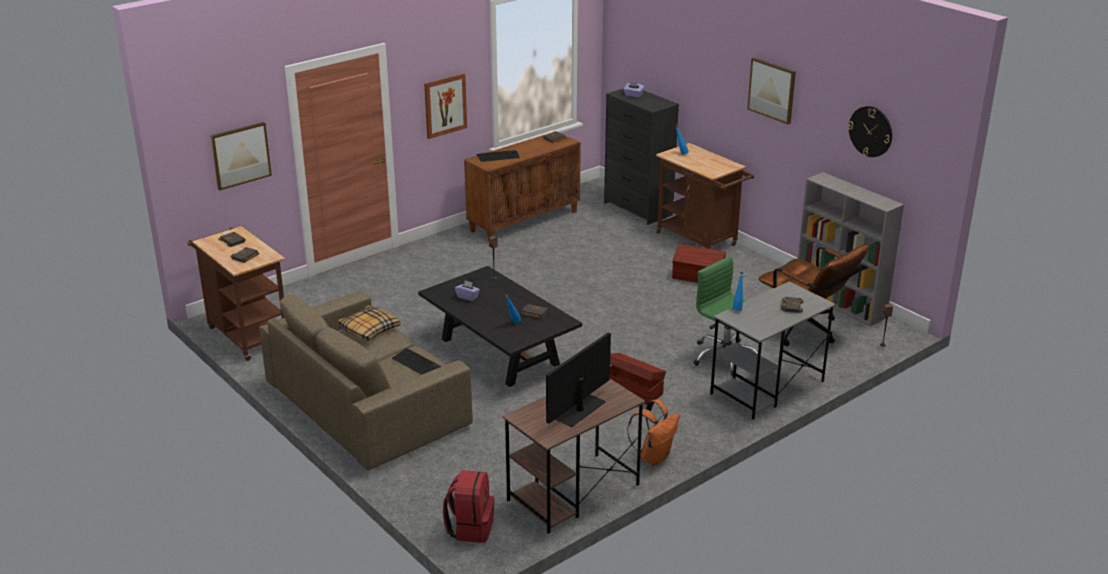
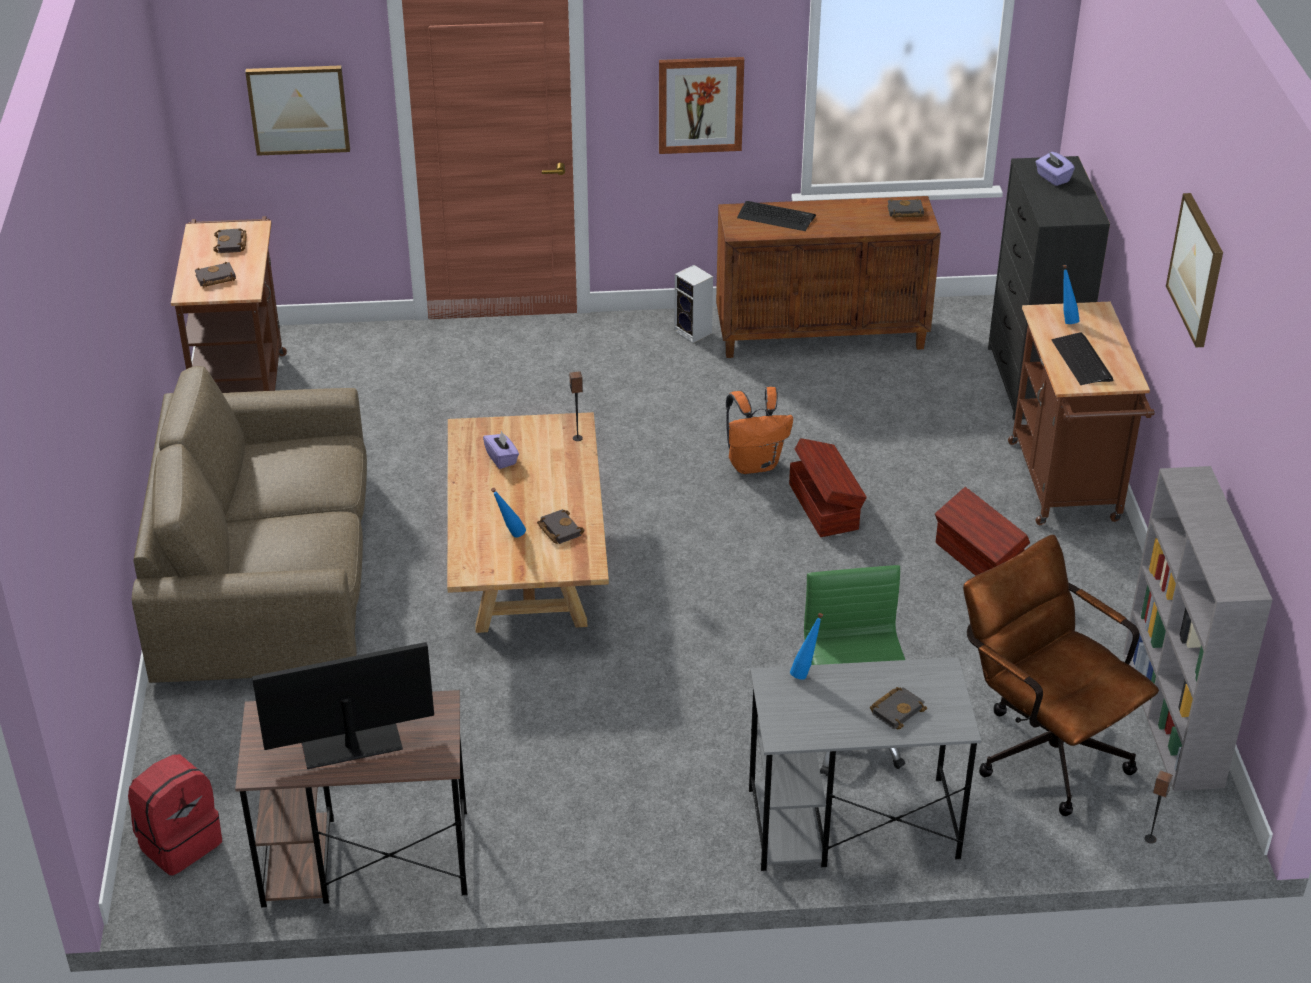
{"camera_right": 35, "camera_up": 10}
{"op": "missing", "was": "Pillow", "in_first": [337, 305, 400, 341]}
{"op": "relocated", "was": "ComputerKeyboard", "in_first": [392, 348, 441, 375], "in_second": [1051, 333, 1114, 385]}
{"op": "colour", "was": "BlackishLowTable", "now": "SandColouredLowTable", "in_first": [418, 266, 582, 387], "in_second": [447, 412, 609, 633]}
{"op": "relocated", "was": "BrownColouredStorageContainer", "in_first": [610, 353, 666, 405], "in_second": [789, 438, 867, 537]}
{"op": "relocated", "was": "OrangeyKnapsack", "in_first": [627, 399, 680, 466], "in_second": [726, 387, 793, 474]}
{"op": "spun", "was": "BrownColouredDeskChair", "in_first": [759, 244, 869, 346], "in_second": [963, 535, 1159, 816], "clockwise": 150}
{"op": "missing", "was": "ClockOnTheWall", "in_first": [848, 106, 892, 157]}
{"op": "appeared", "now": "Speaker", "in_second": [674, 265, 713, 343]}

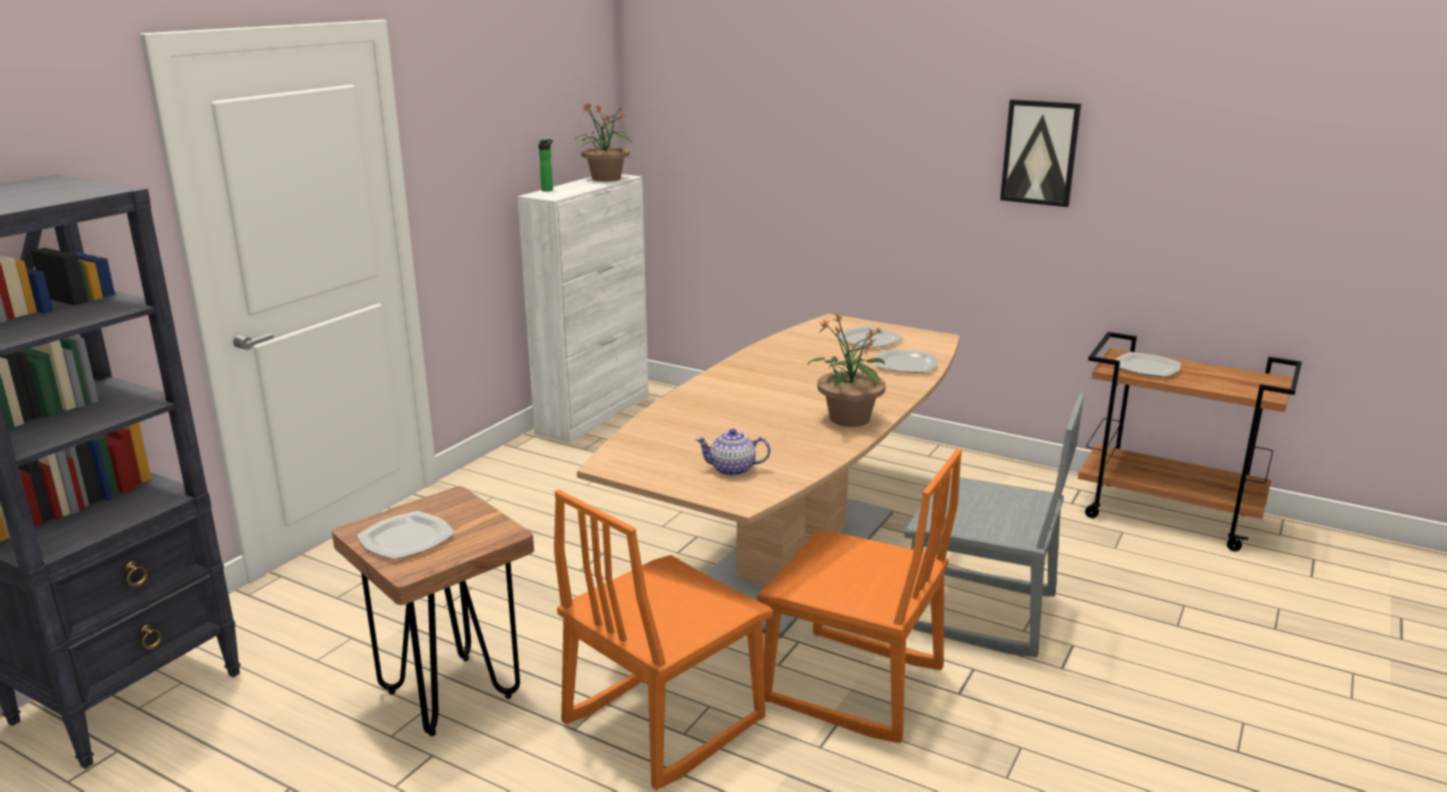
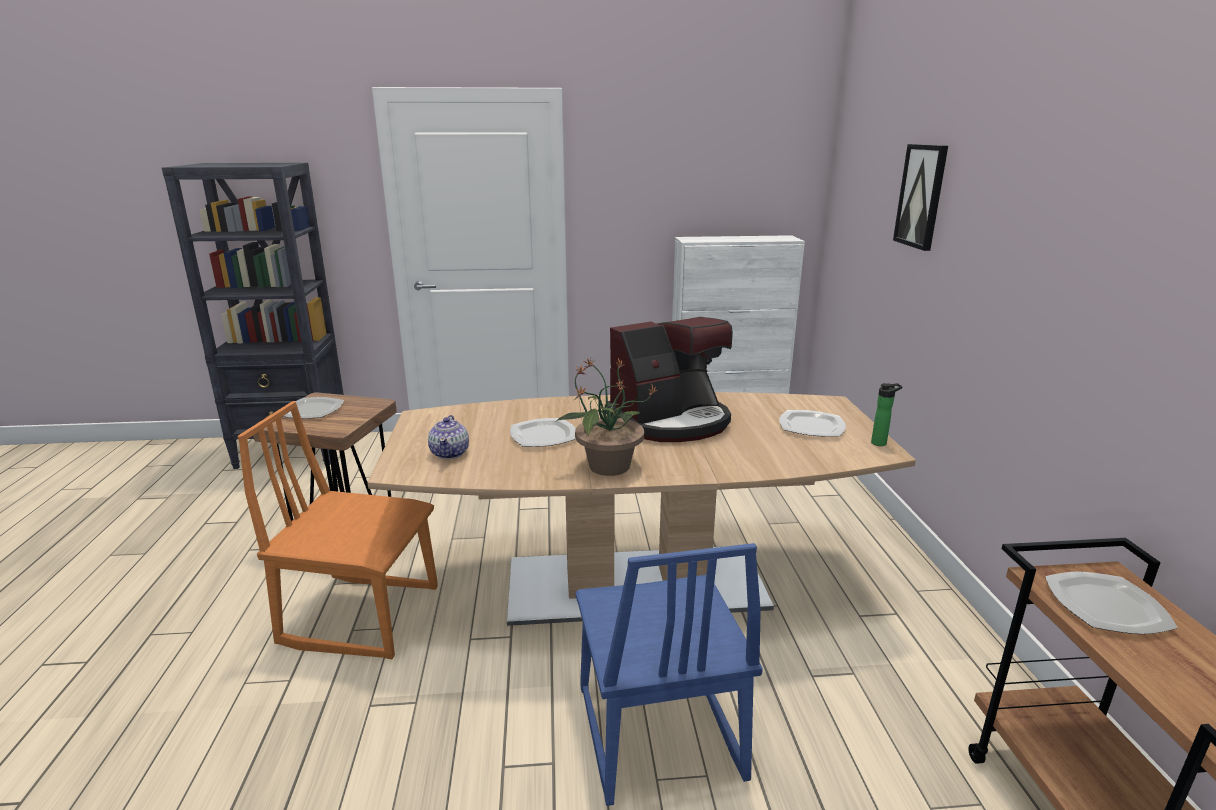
{"camera_right": 55, "camera_up": 0}
{"op": "relocated", "was": "DrinkBottle", "in_first": [538, 139, 553, 191], "in_second": [871, 383, 903, 446]}
{"op": "missing", "was": "Houseplant", "in_first": [575, 103, 632, 181]}
{"op": "spun", "was": "TeaPot", "in_first": [695, 429, 770, 476], "in_second": [428, 415, 469, 459], "clockwise": -150}
{"op": "missing", "was": "OrangeyChair", "in_first": [757, 449, 962, 743]}
{"op": "relocated", "was": "Plate", "in_first": [875, 350, 938, 373], "in_second": [510, 418, 576, 447]}
{"op": "colour", "was": "GrayChair", "now": "BlueColouredChair", "in_first": [904, 394, 1084, 657], "in_second": [575, 543, 763, 806]}
{"op": "relocated", "was": "Picture", "in_first": [1000, 99, 1081, 207], "in_second": [893, 144, 948, 251]}
{"op": "appeared", "now": "CoffeeBrewer", "in_second": [605, 317, 733, 442]}

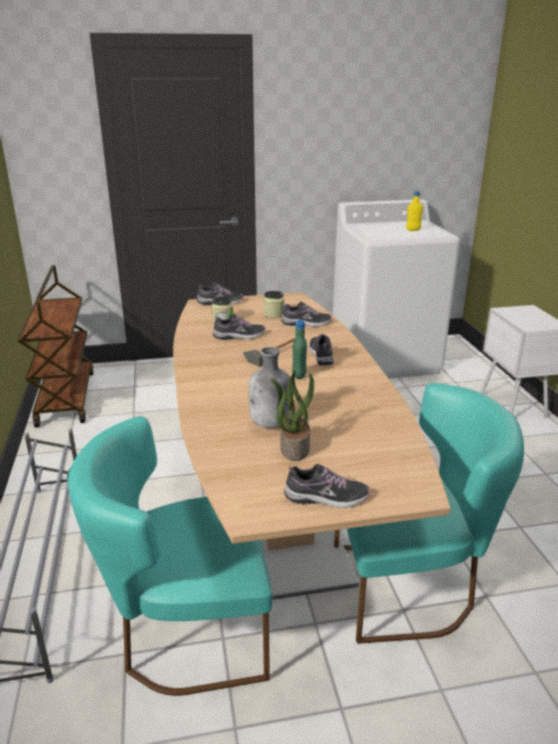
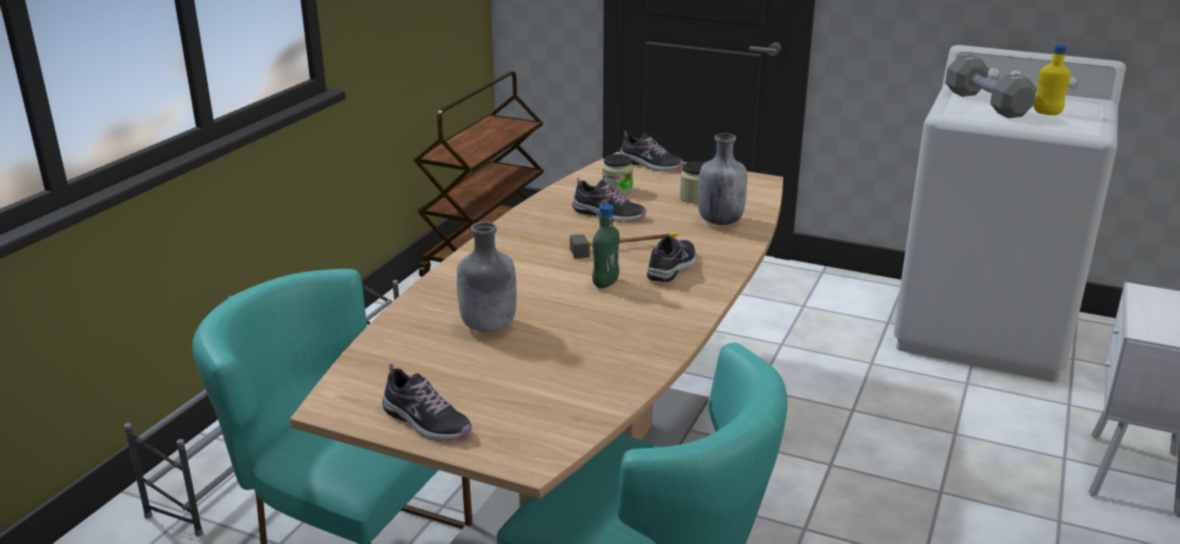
{"camera_right": 35, "camera_up": 0}
{"op": "missing", "was": "Houseplant", "in_first": [271, 370, 314, 461]}
{"op": "exchanged", "was": "ItemOfFootwear", "now": "GrayDrinkBottle", "in_first": [281, 301, 332, 327], "in_second": [698, 133, 747, 225]}
{"op": "appeared", "now": "GrayDumbbell", "in_second": [945, 55, 1037, 118]}

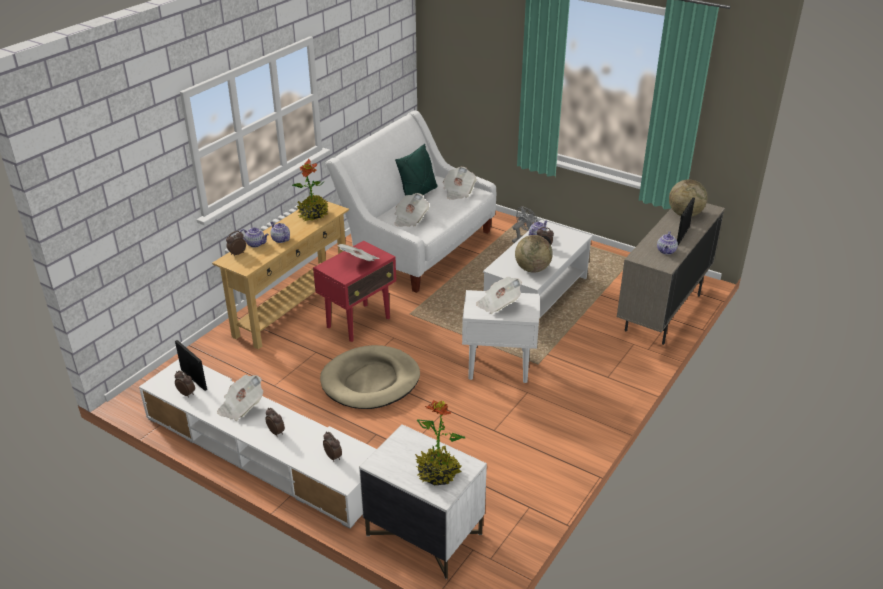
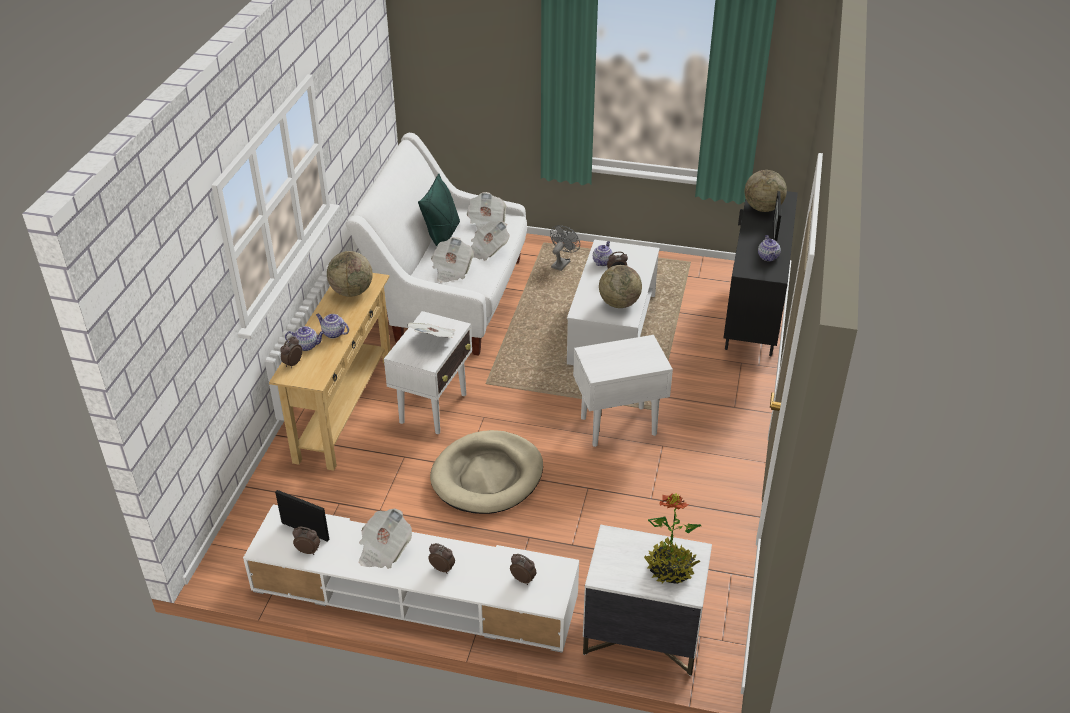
{"camera_right": -20, "camera_up": 5}
{"op": "exchanged", "was": "Houseplant", "now": "DeskGlobe", "in_first": [292, 159, 328, 221], "in_second": [327, 251, 373, 297]}
{"op": "colour", "was": "RedAccentTable", "now": "WhiteAccentTable", "in_first": [313, 241, 396, 342], "in_second": [384, 311, 472, 434]}
{"op": "relocated", "was": "Newspaper", "in_first": [476, 277, 522, 314], "in_second": [471, 221, 510, 261]}
{"op": "colour", "was": "SandColouredStorageCabinet", "now": "BlackishStorageCabinet", "in_first": [617, 203, 725, 345], "in_second": [724, 191, 798, 356]}

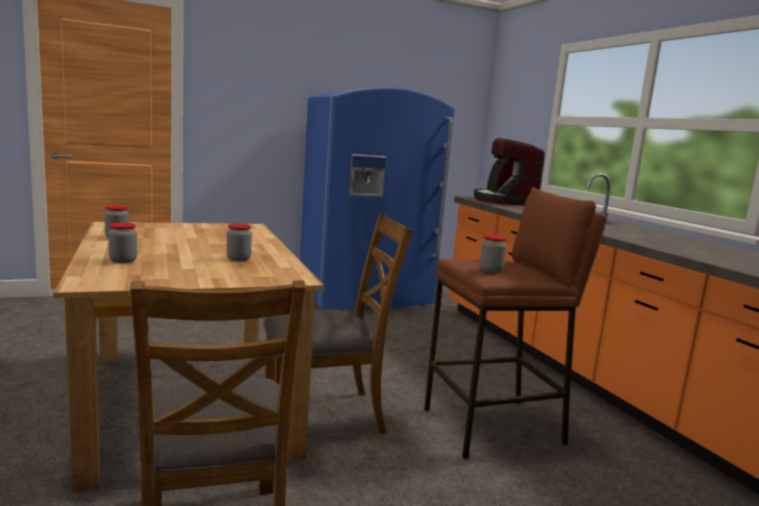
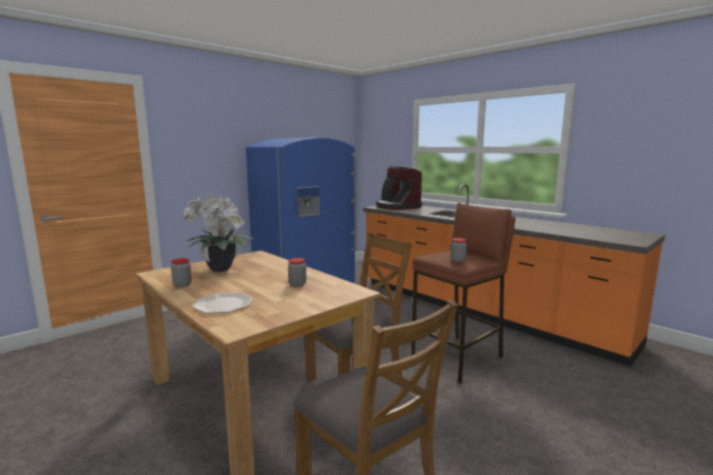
{"camera_right": -20, "camera_up": 0}
{"op": "exchanged", "was": "PreserveJar", "now": "Plate", "in_first": [108, 222, 137, 263], "in_second": [193, 292, 253, 314]}
{"op": "appeared", "now": "Houseplant", "in_second": [183, 193, 254, 272]}

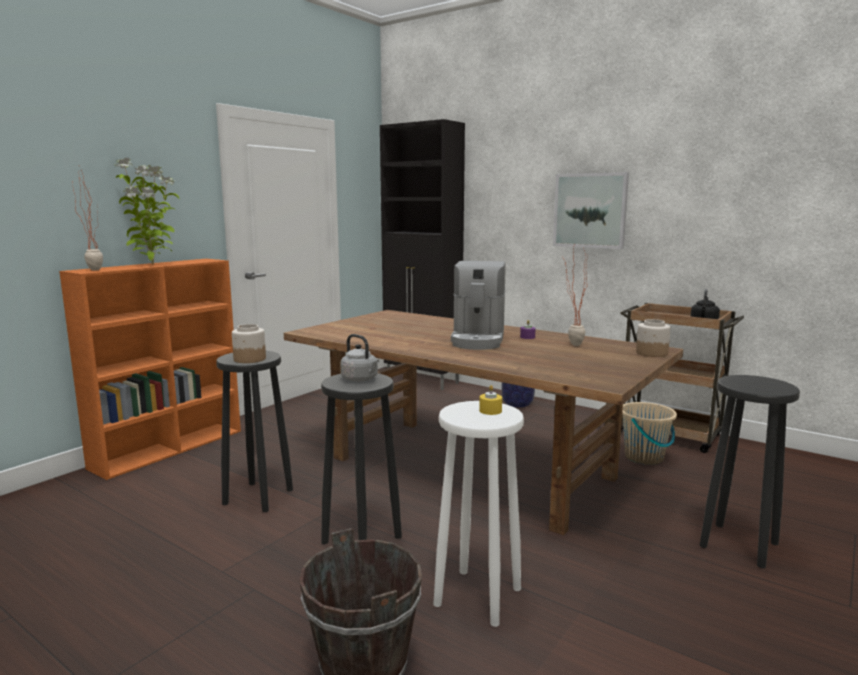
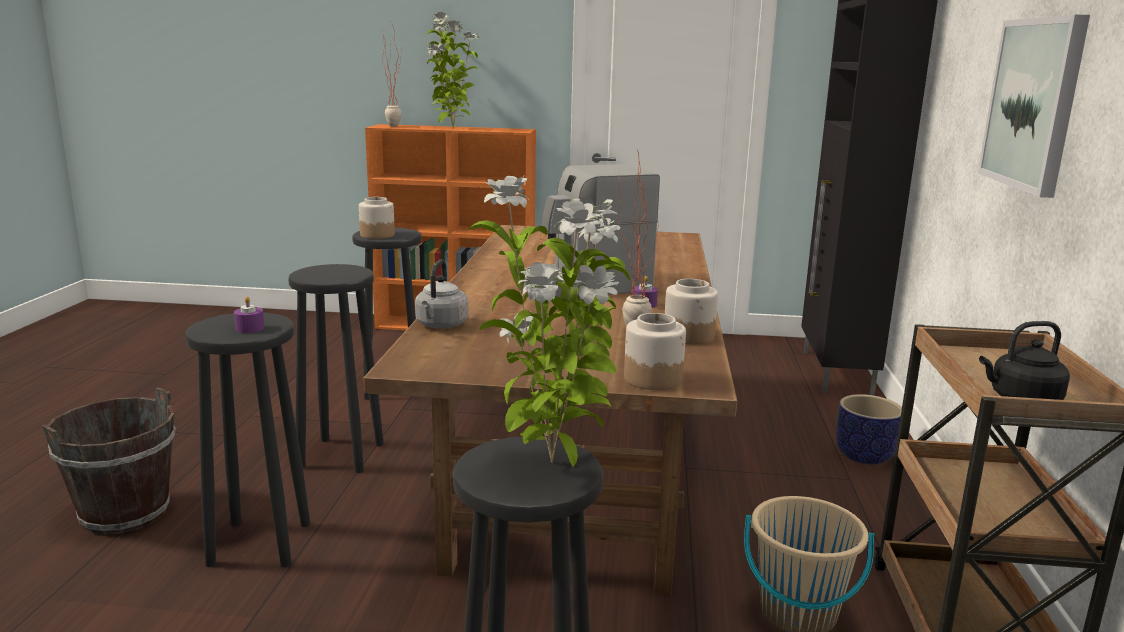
{"camera_right": 60, "camera_up": 5}
{"op": "relocated", "was": "GrayWaterKettle", "in_first": [340, 334, 379, 382], "in_second": [415, 260, 468, 328]}
{"op": "colour", "was": "WhiteStoolSeat", "now": "BlackishStoolSeat", "in_first": [434, 401, 524, 627], "in_second": [185, 312, 310, 567]}
{"op": "colour", "was": "YellowColouredWaxLight", "now": "PurplishWaxLight", "in_first": [479, 385, 502, 415], "in_second": [234, 297, 265, 333]}
{"op": "appeared", "now": "Houseplant", "in_second": [468, 176, 630, 467]}
{"op": "appeared", "now": "PreserveJar", "in_second": [665, 279, 718, 344]}

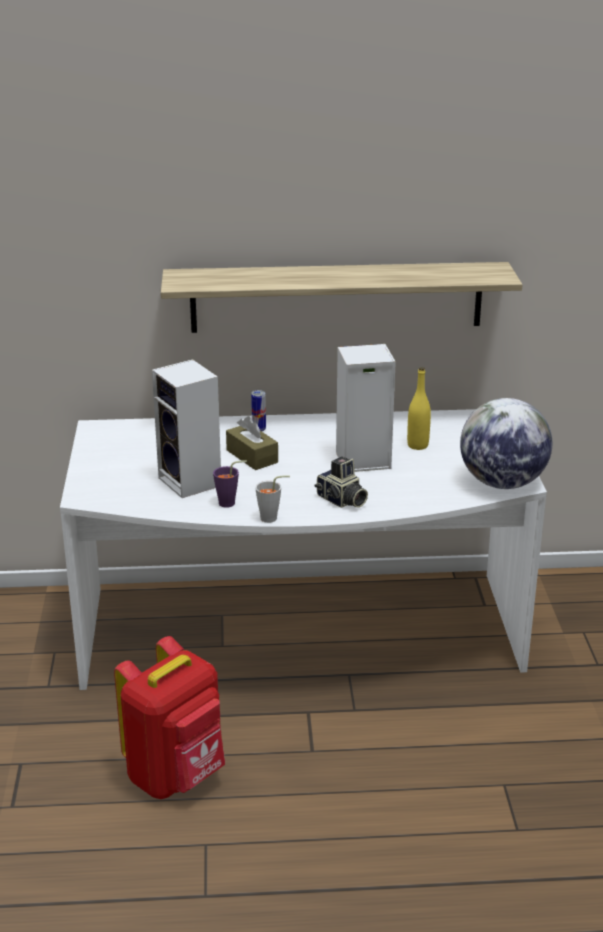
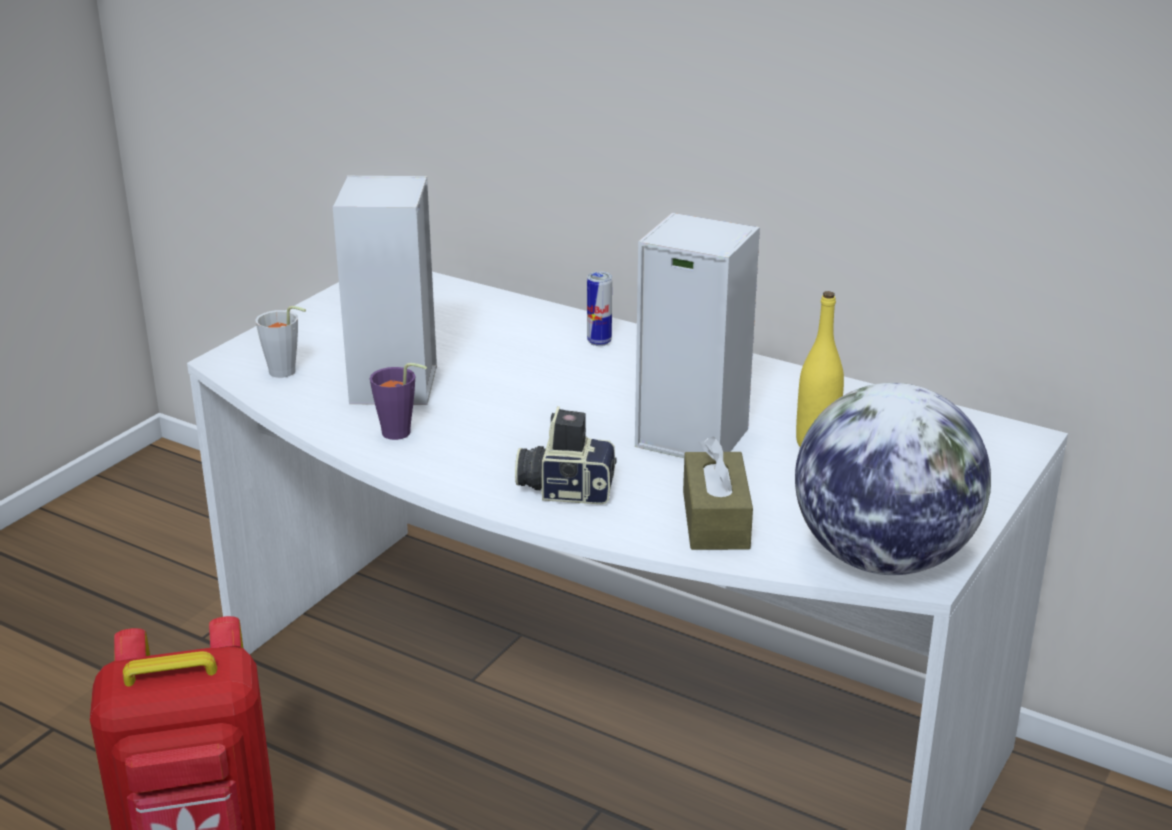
{"camera_right": 35, "camera_up": 0}
{"op": "missing", "was": "BracketShelf", "in_first": [161, 262, 523, 333]}
{"op": "relocated", "was": "BrownColouredTissueHolder", "in_first": [226, 416, 278, 470], "in_second": [683, 436, 753, 550]}
{"op": "relocated", "was": "GraySmallCup", "in_first": [255, 475, 290, 523], "in_second": [255, 306, 306, 378]}
{"op": "spun", "was": "PhotoCamera", "in_first": [315, 456, 368, 508], "in_second": [515, 406, 617, 504], "clockwise": 105}

